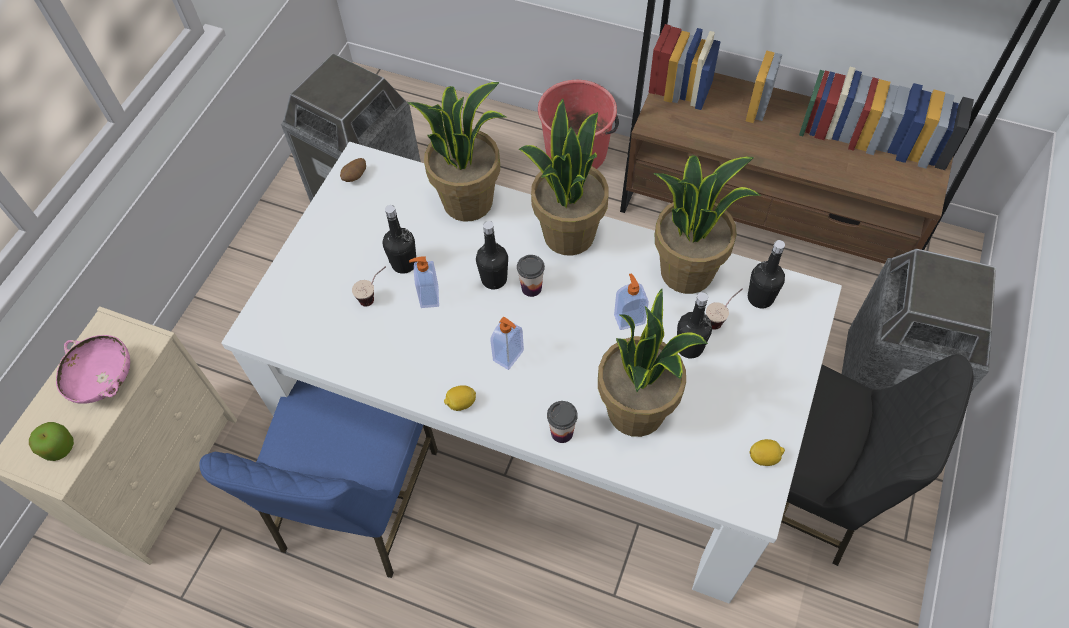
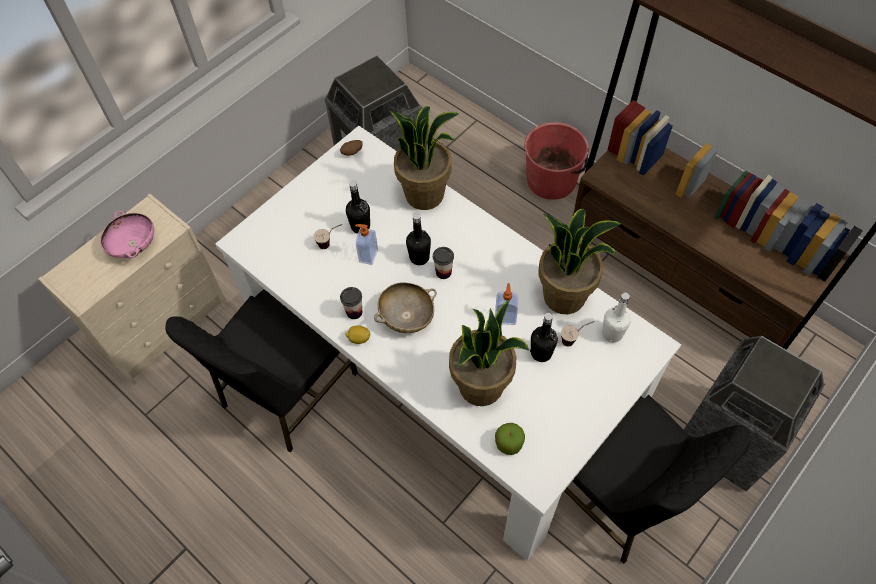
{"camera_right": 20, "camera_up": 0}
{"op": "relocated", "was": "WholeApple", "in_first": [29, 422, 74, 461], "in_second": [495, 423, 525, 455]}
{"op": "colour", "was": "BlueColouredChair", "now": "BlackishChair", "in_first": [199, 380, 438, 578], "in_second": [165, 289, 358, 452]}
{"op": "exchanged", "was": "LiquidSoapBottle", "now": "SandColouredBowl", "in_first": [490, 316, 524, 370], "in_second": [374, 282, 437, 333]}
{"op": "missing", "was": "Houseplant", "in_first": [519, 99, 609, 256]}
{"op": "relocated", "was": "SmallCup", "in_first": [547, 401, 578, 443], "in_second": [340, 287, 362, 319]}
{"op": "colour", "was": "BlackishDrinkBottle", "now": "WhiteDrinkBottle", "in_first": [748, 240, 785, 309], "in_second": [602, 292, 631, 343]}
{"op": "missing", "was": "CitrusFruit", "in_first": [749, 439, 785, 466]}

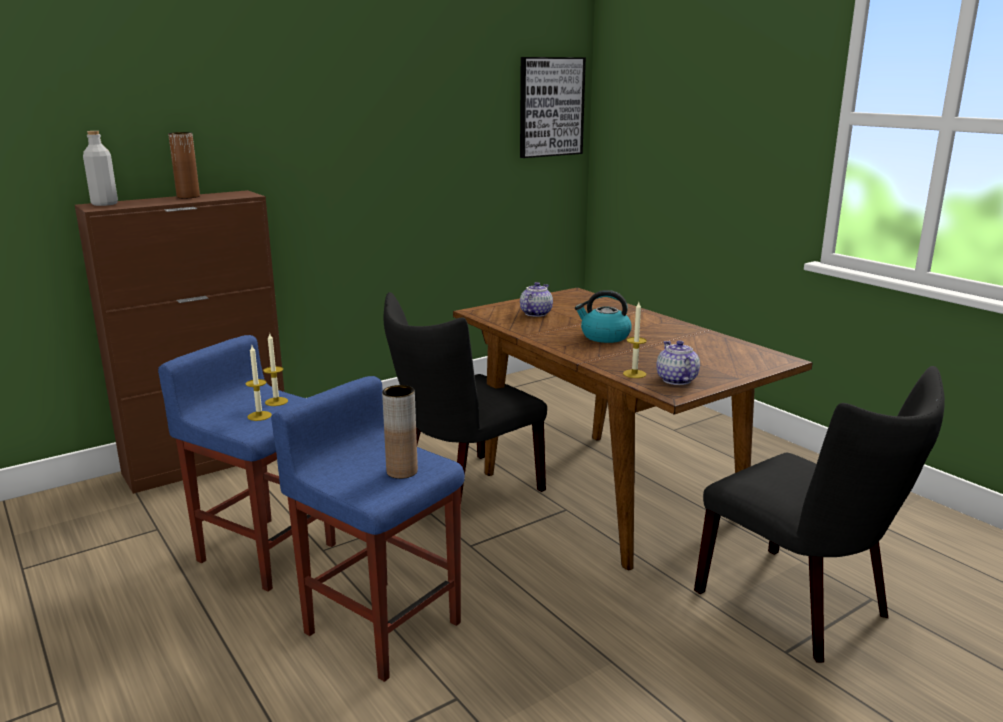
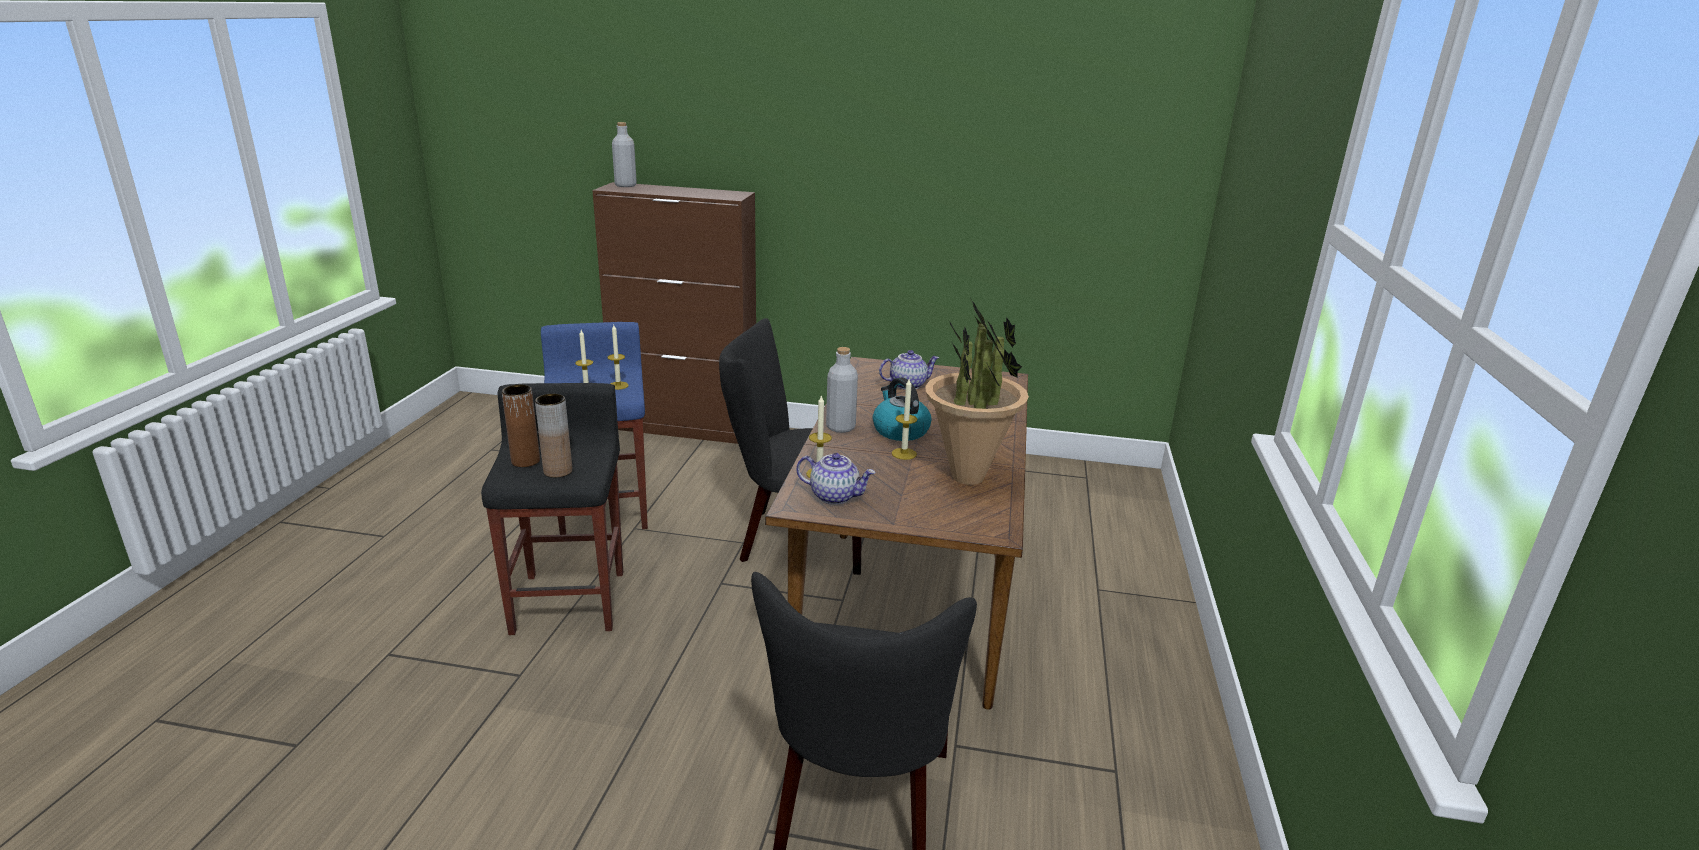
{"camera_right": 45, "camera_up": 5}
{"op": "relocated", "was": "BrownColouredFlowerVase", "in_first": [168, 132, 200, 198], "in_second": [502, 385, 540, 467]}
{"op": "colour", "was": "BlueColouredStoolSeat", "now": "BlackishStoolSeat", "in_first": [271, 376, 465, 682], "in_second": [481, 383, 623, 635]}
{"op": "missing", "was": "Picture", "in_first": [520, 57, 586, 158]}
{"op": "spun", "was": "TeaPot", "in_first": [656, 341, 700, 385], "in_second": [796, 453, 876, 505], "clockwise": 75}
{"op": "appeared", "now": "GrayDrinkBottle", "in_second": [826, 347, 858, 433]}
{"op": "appeared", "now": "WaxLight", "in_second": [892, 379, 917, 460]}
{"op": "appeared", "now": "Houseplant", "in_second": [925, 302, 1029, 485]}

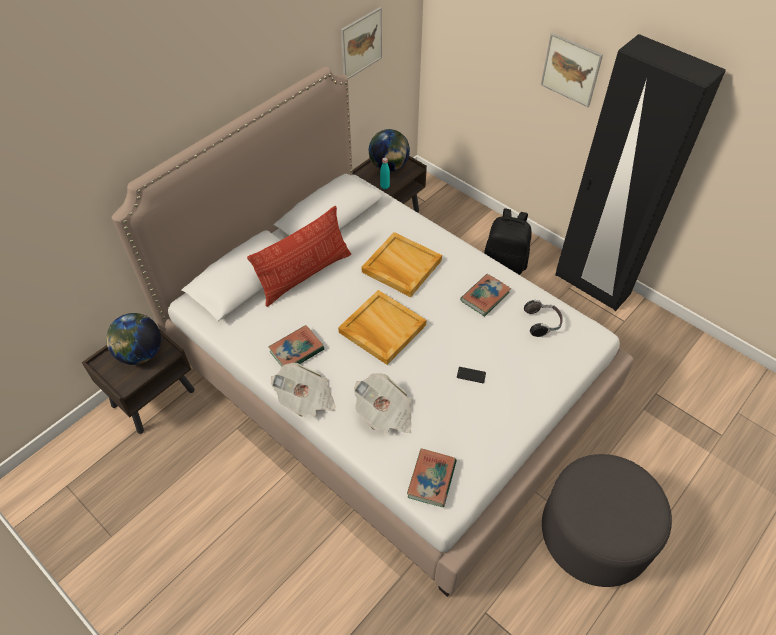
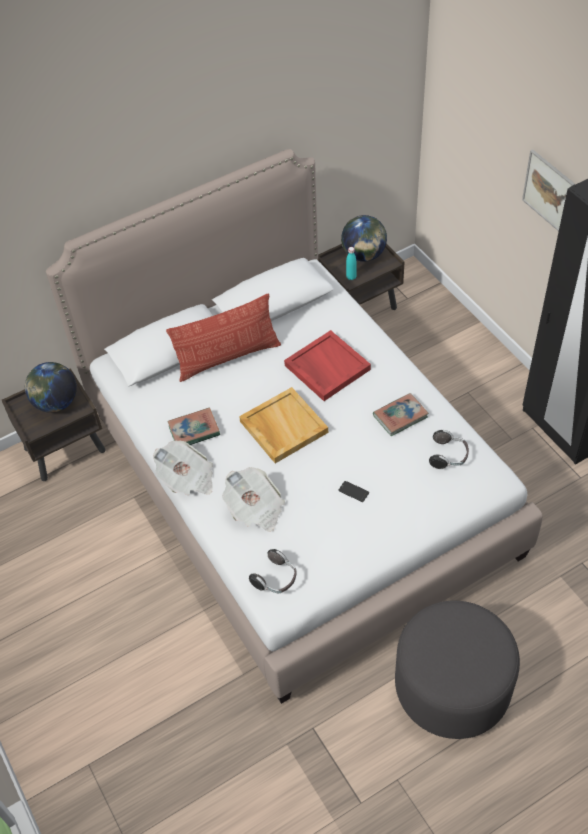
{"camera_right": 20, "camera_up": 0}
{"op": "missing", "was": "Picture", "in_first": [341, 7, 382, 79]}
{"op": "colour", "was": "SandColouredTray", "now": "RedTray", "in_first": [361, 232, 442, 297], "in_second": [284, 330, 371, 401]}
{"op": "exchanged", "was": "Volume", "now": "PairOfHeadphones", "in_first": [407, 448, 457, 507], "in_second": [249, 549, 297, 593]}
{"op": "missing", "was": "BlackishKnapsack", "in_first": [484, 208, 532, 275]}

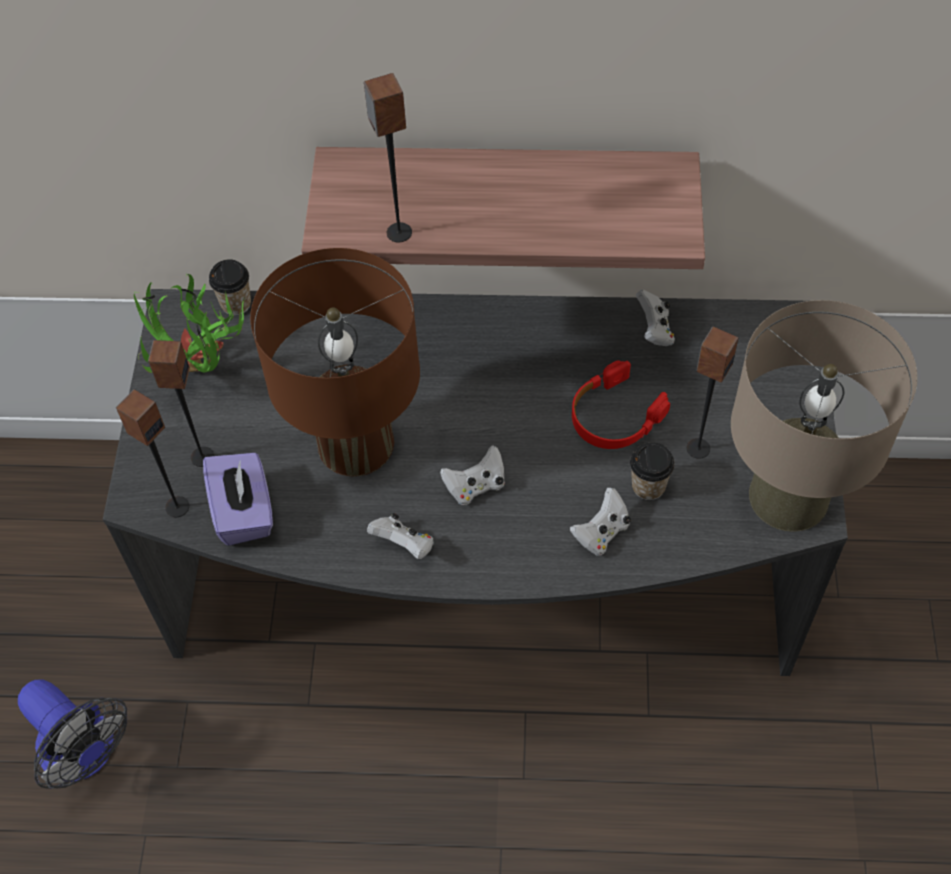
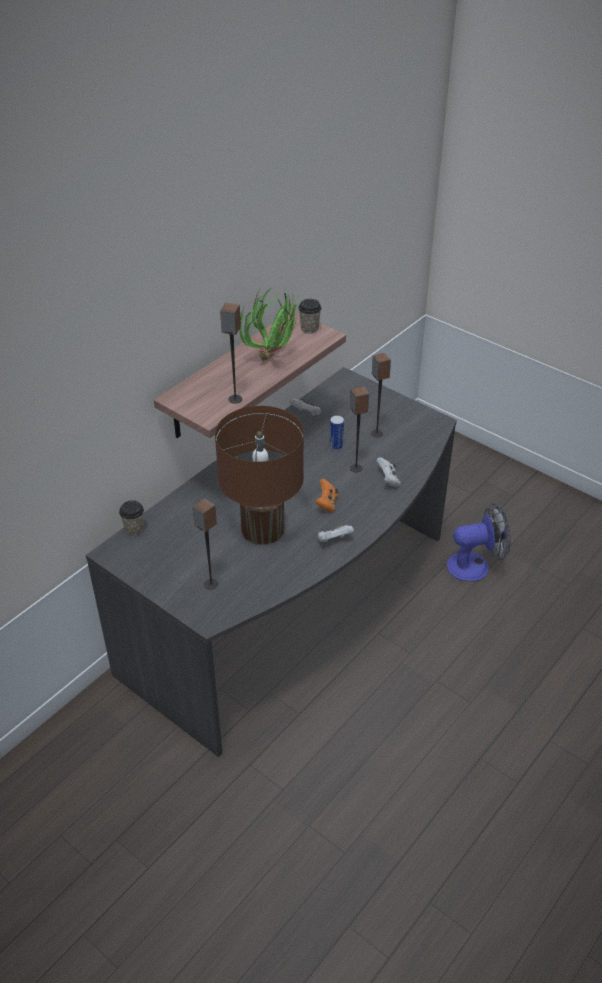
{"camera_right": -55, "camera_up": -15}
{"op": "relocated", "was": "ElectricFan", "in_first": [18, 679, 127, 789], "in_second": [447, 504, 511, 582]}
{"op": "relocated", "was": "Speaker", "in_first": [116, 389, 189, 517], "in_second": [350, 386, 369, 472]}
{"op": "relocated", "was": "Houseplant", "in_first": [134, 274, 245, 373], "in_second": [239, 287, 299, 360]}
{"op": "missing", "was": "PurplishTissueHolder", "in_first": [203, 453, 273, 546]}
{"op": "colour", "was": "WhiteGamepad", "now": "OrangeyGamepad", "in_first": [440, 445, 505, 505], "in_second": [315, 479, 338, 512]}
{"op": "exchanged", "was": "RedPairOfHeadphones", "now": "SealedCan", "in_first": [572, 360, 670, 449], "in_second": [330, 415, 344, 451]}
{"op": "relocated", "was": "SmallCup", "in_first": [630, 442, 675, 500], "in_second": [298, 299, 322, 334]}
{"op": "missing", "was": "SandColouredTabletopLamp", "in_first": [731, 300, 917, 532]}

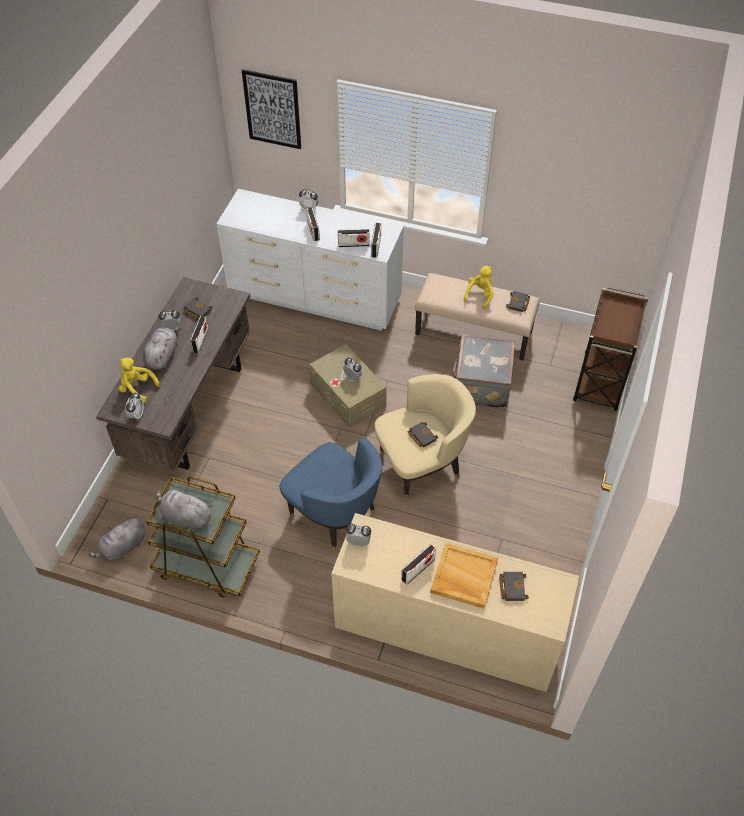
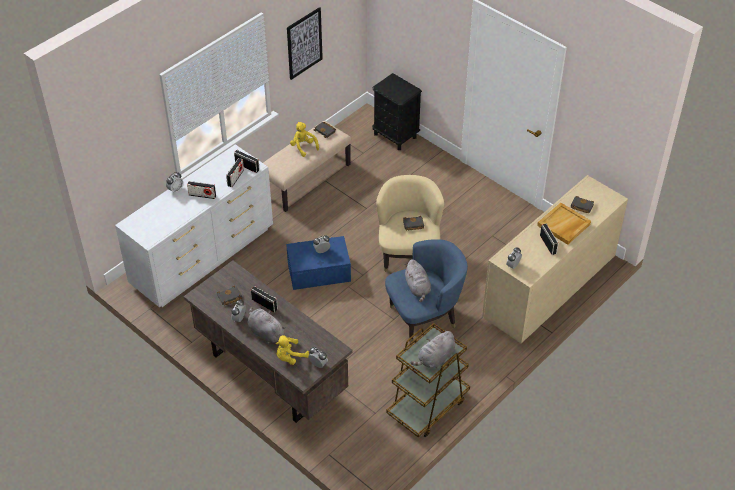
{"camera_right": -65, "camera_up": -5}
{"op": "relocated", "was": "GrayCuddlyToy", "in_first": [88, 516, 144, 560], "in_second": [404, 259, 431, 302]}
{"op": "relocated", "was": "Picture", "in_first": [242, 69, 301, 149], "in_second": [287, 7, 323, 80]}
{"op": "colour", "was": "SandColouredStorageContainer", "now": "BlueColouredStorageContainer", "in_first": [309, 344, 387, 428], "in_second": [286, 236, 351, 290]}
{"op": "missing", "was": "GrayTravelCase", "in_first": [453, 334, 515, 409]}
{"op": "exchanged", "was": "BrownColouredTrolley", "now": "BlackishBedsideTable", "in_first": [573, 286, 648, 411], "in_second": [372, 73, 422, 150]}

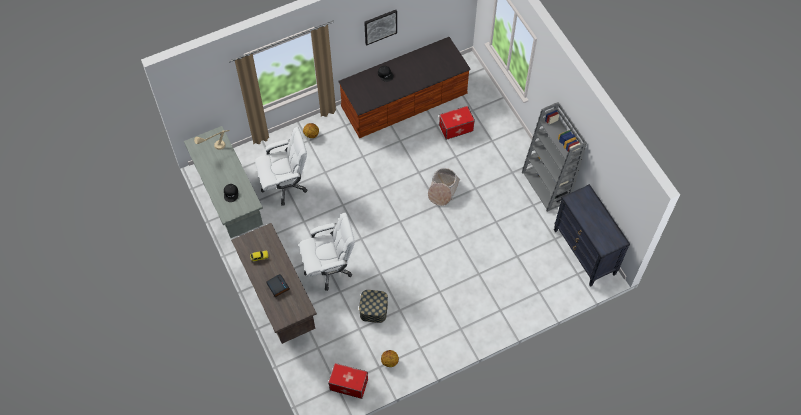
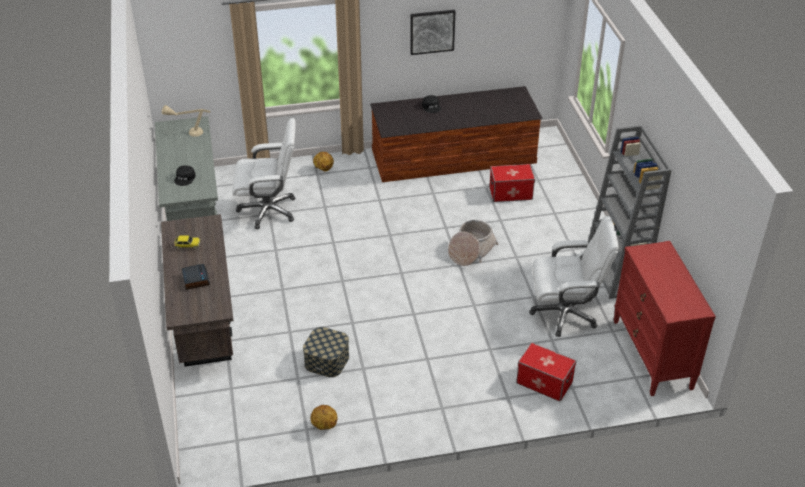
{"camera_right": 15, "camera_up": -20}
{"op": "relocated", "was": "WhiteDeskChair", "in_first": [299, 213, 355, 291], "in_second": [529, 216, 619, 337]}
{"op": "relocated", "was": "StorageContainer", "in_first": [328, 363, 368, 399], "in_second": [516, 342, 576, 402]}
{"op": "colour", "was": "BlackishDrawerChest", "now": "RedDrawerChest", "in_first": [554, 184, 630, 287], "in_second": [613, 241, 716, 396]}

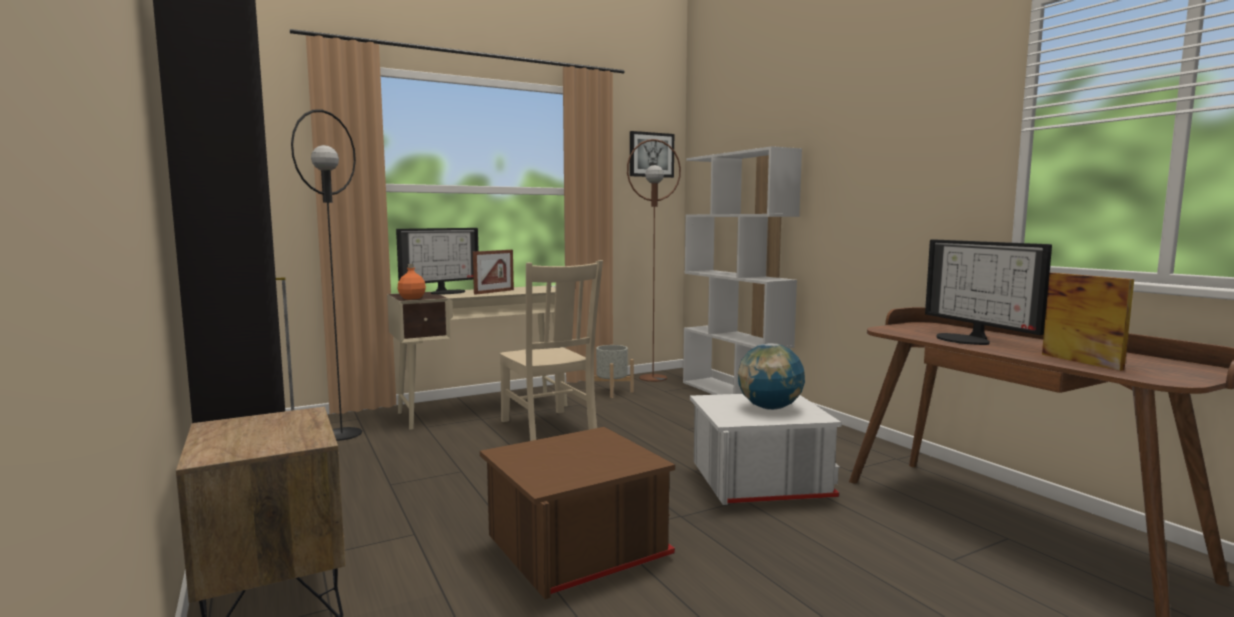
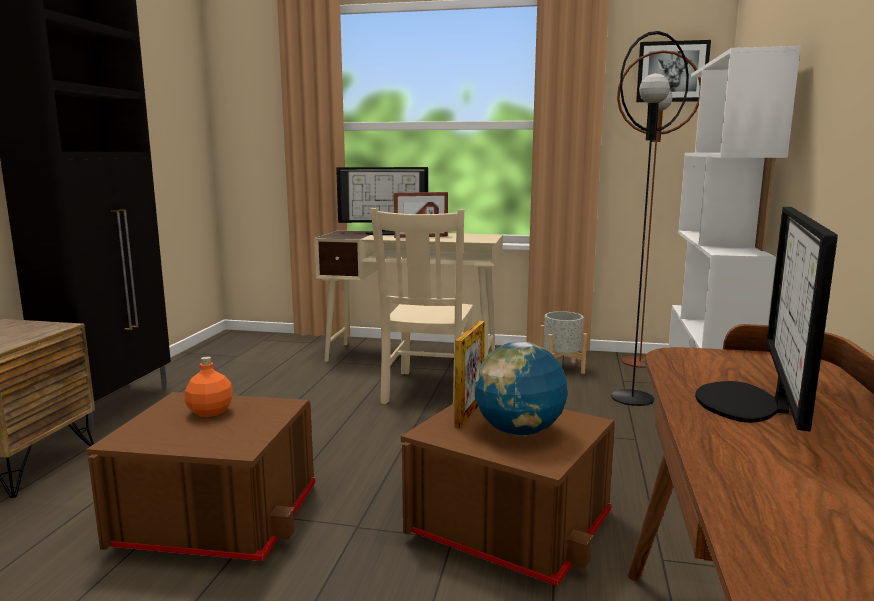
{"camera_right": 40, "camera_up": 5}
{"op": "relocated", "was": "BlackishStandardLamp", "in_first": [291, 109, 362, 441], "in_second": [611, 31, 689, 406]}
{"op": "relocated", "was": "OrangeyDrinkBottle", "in_first": [398, 264, 426, 299], "in_second": [185, 356, 233, 417]}
{"op": "colour", "was": "WhiteStorageContainer", "now": "BrownColouredStorageContainer", "in_first": [690, 394, 842, 505], "in_second": [401, 403, 615, 586]}
{"op": "relocated", "was": "StandingFrame", "in_first": [1042, 273, 1134, 371], "in_second": [454, 321, 485, 428]}

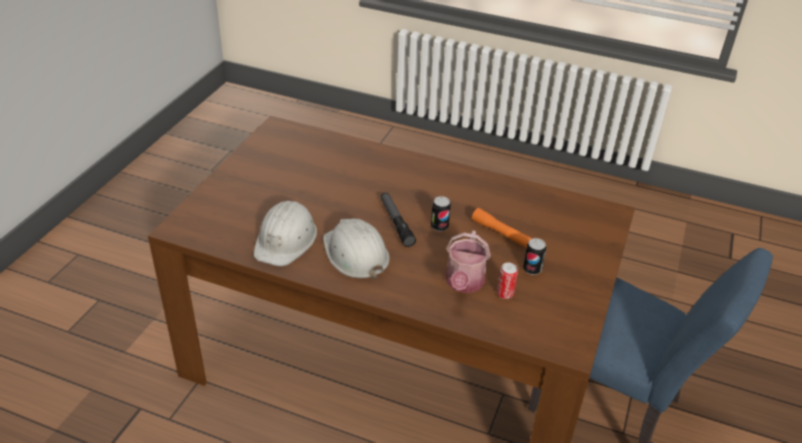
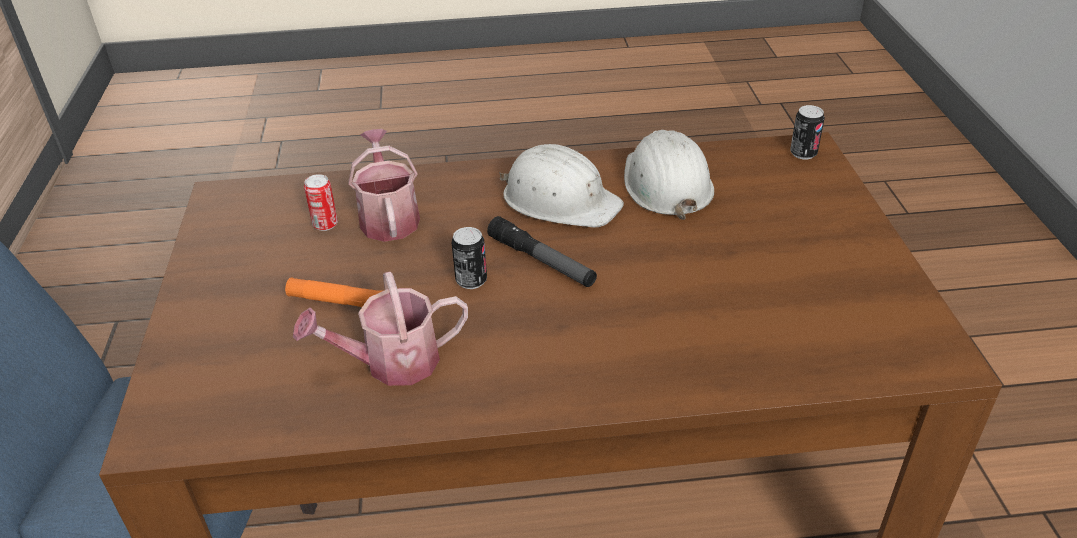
{"camera_right": 155, "camera_up": 0}
{"op": "relocated", "was": "SealedCan", "in_first": [523, 238, 546, 275], "in_second": [790, 105, 825, 160]}
{"op": "appeared", "now": "WateringPot", "in_second": [293, 272, 468, 386]}

